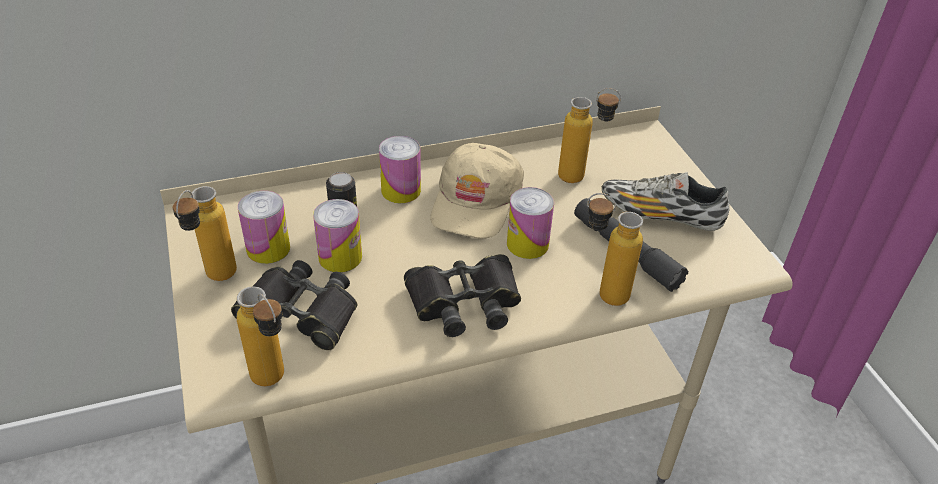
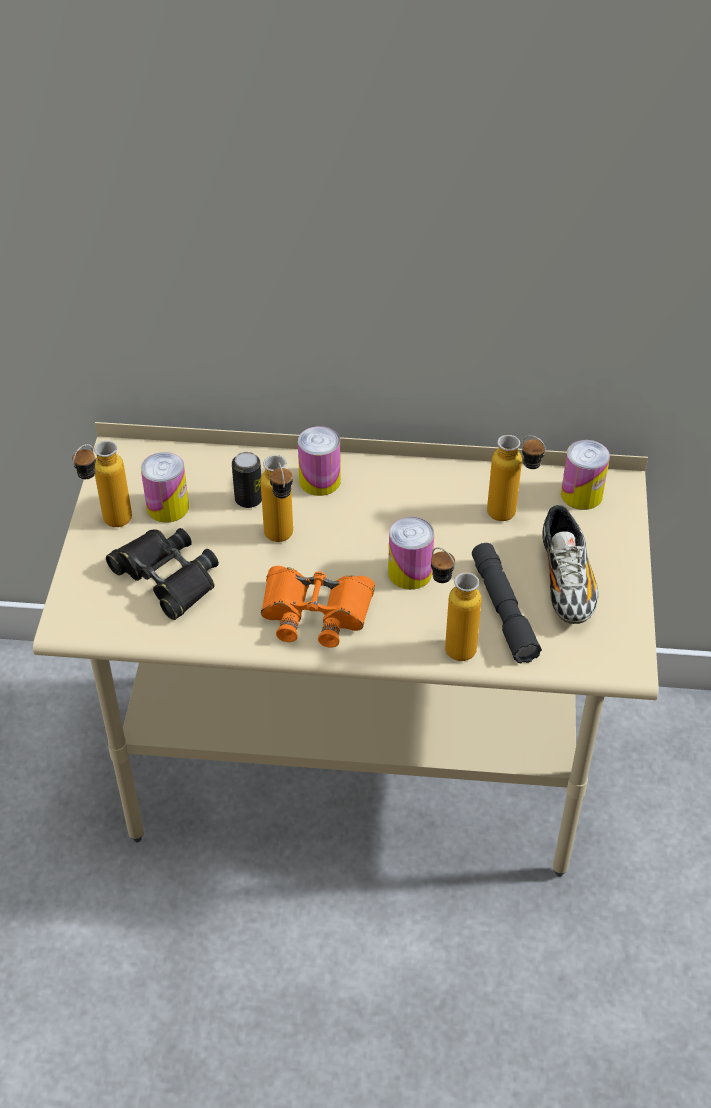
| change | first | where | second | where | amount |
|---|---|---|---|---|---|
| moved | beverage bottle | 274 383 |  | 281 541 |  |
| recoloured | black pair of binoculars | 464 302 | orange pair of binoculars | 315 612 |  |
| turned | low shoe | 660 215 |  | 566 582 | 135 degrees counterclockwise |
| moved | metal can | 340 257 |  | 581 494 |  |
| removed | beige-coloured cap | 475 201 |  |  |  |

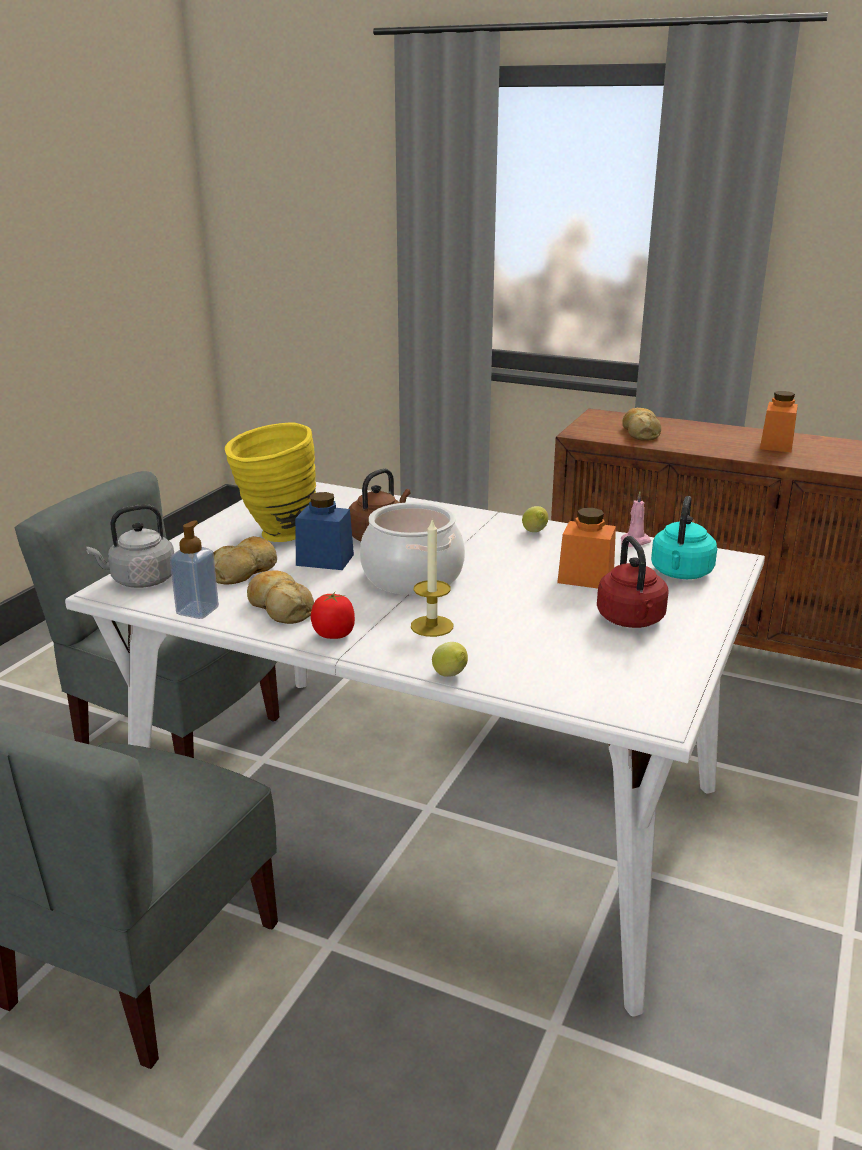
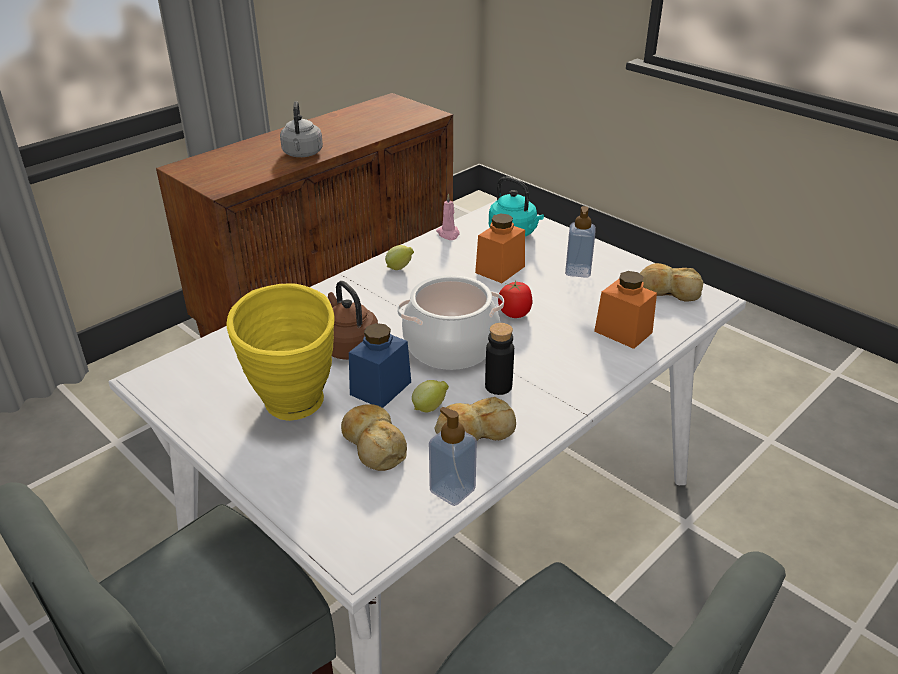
| change | first | where | second | where | amount |
|---|---|---|---|---|---|
| moved | grey water kettle | 140 581 |  | 302 154 |  |
| moved | whole lemon | 451 676 |  | 430 408 |  |
| added |  |  | black beverage bottle | 498 386 |  |
| moved | fresh tomato | 334 635 |  | 515 313 |  |
| replaced | reddish water kettle | 631 620 | liquid soap bottle | 578 271 |  |
| moved | orange preserve jar | 776 445 |  | 623 332 |  |
| moved | baked bread | 640 432 |  | 668 291 |  |
| removed | candle | 432 626 |  |  |  |

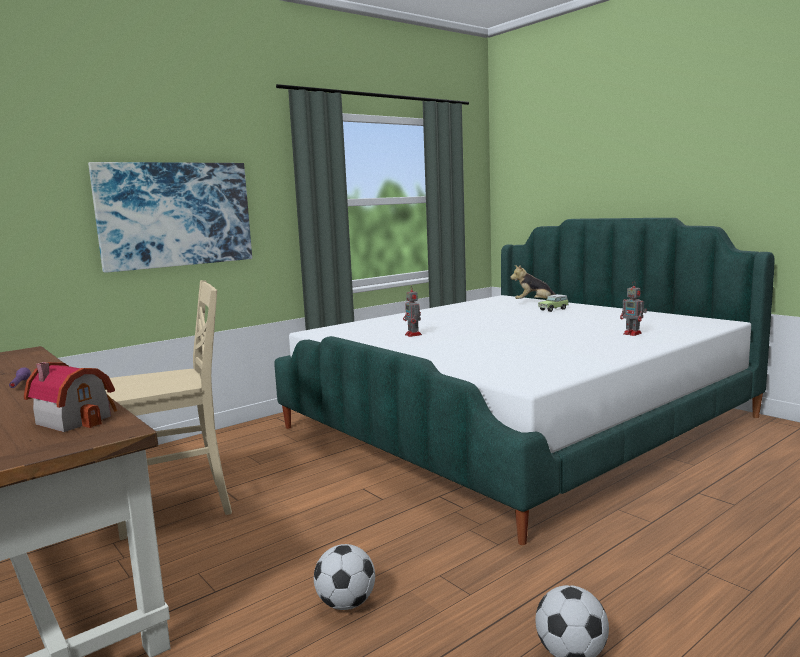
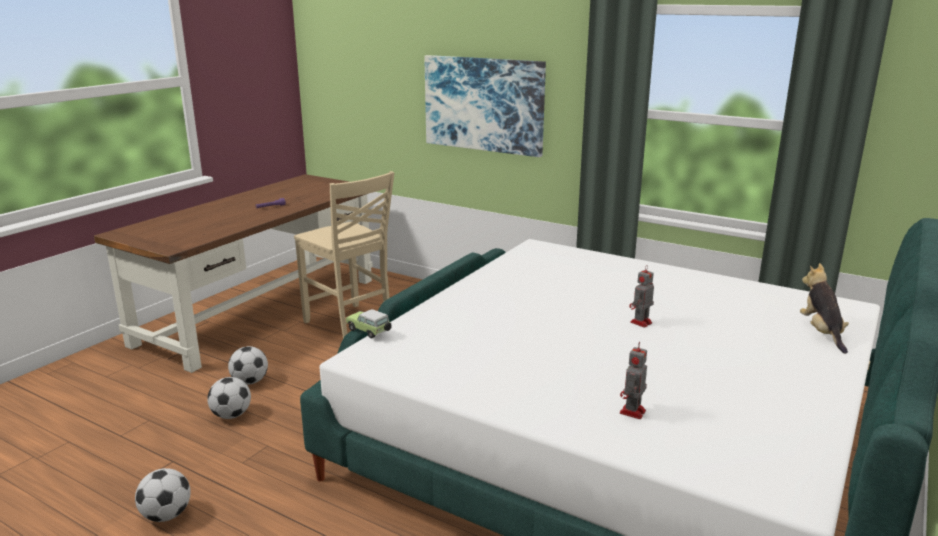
| change | first | where | second | where | amount |
|---|---|---|---|---|---|
| added |  |  | football ball | 250 382 |  |
| moved | toy car | 554 309 |  | 369 331 |  |
| moved | model robot | 413 335 |  | 640 323 |  |
| removed | toy house | 77 418 |  |  |  |

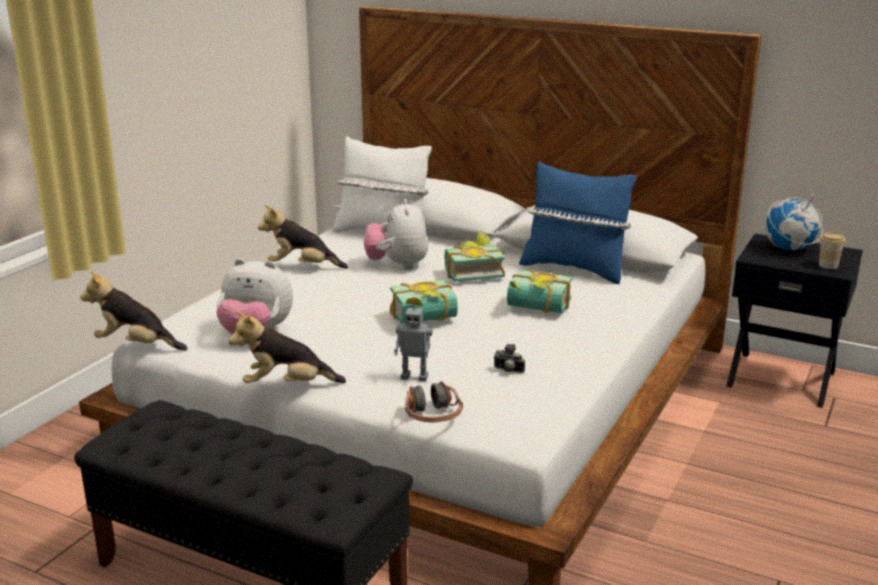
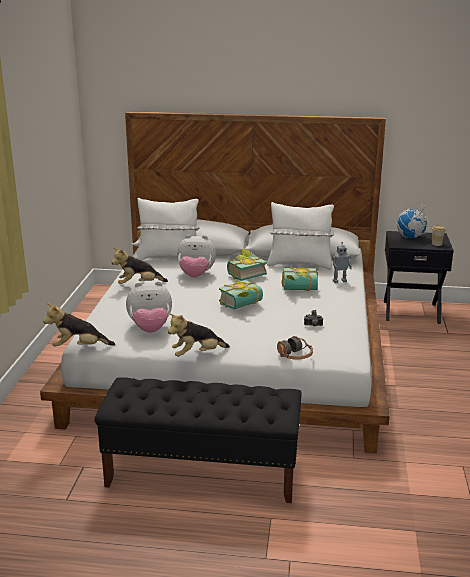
| change | first | where | second | where | amount |
|---|---|---|---|---|---|
| turned | cuddly toy | 397 265 |  | 196 276 | 60 degrees counterclockwise |
| recoloured | bluish cushion | 574 269 | white cushion | 299 264 |  |
| moved | model robot | 415 376 |  | 339 281 |  |

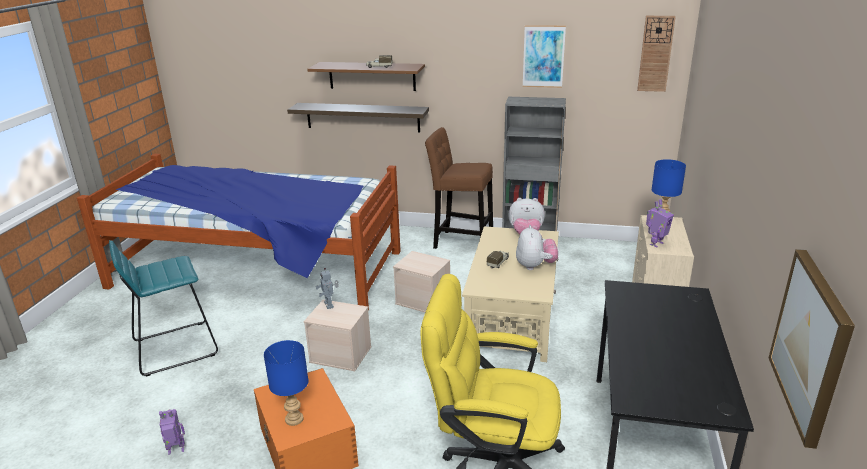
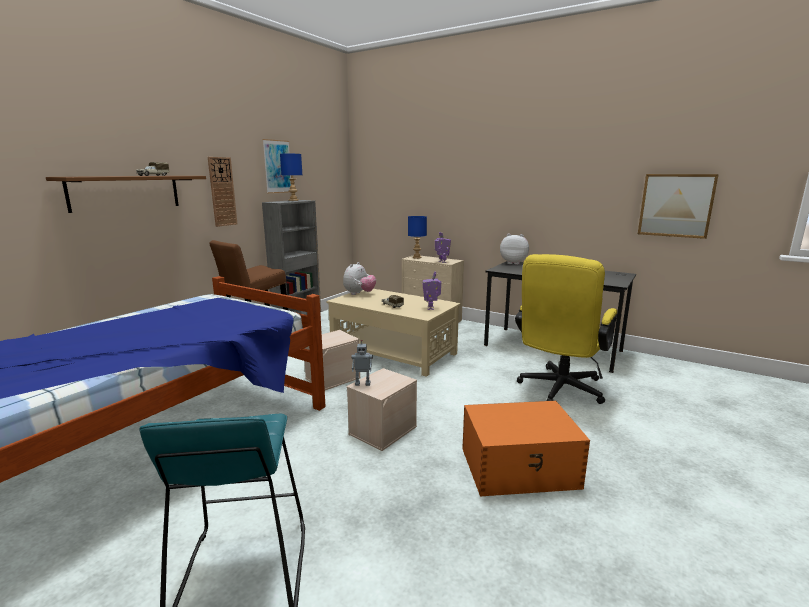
| change | first | where | second | where | amount |
|---|---|---|---|---|---|
| moved | hanging clock | 655 54 |  | 222 191 |  |
| moved | bluish lamp for a table | 293 419 |  | 293 200 |  |
| moved | model robot | 176 450 |  | 431 308 |  |
| moved | cuddly toy | 535 266 |  | 514 263 |  |
| removed | shelf | 362 117 |  |  |  |

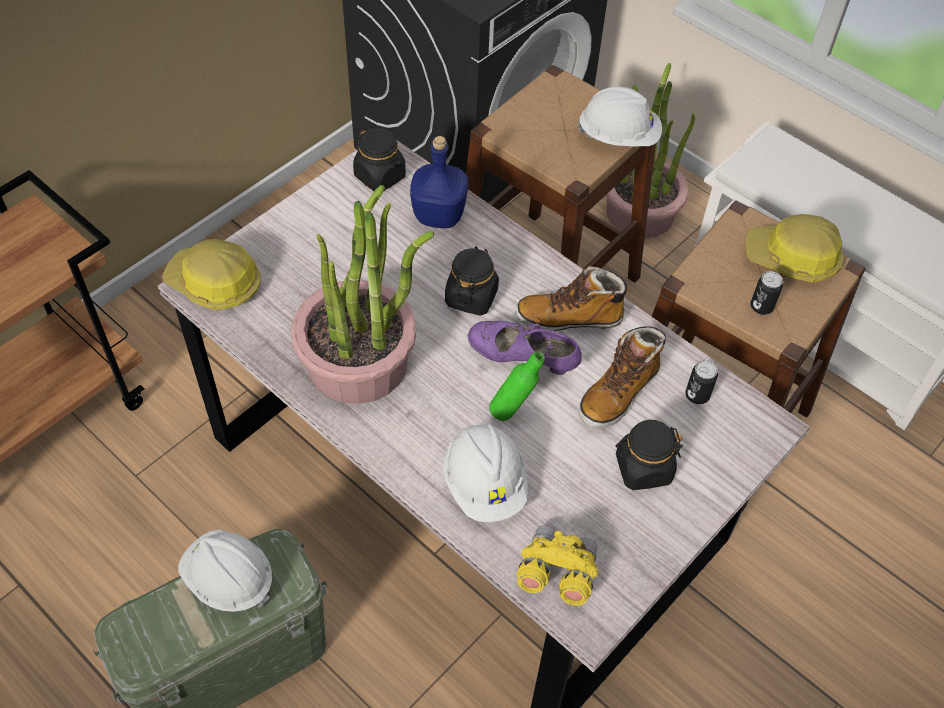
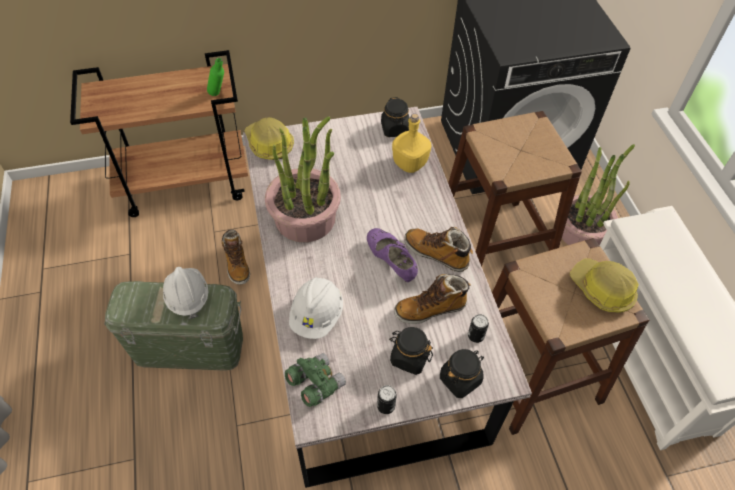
| change | first | where | second | where | amount |
|---|---|---|---|---|---|
| moved | greenish beverage bottle | 513 412 |  | 219 95 |  |
| added |  |  | high-top boot | 237 265 |  |
| recoloured | yellow-coloured pair of binoculars | 556 573 | greenish pair of binoculars | 315 384 |  |
| moved | metal can | 761 307 |  | 386 406 |  |
| recoloured | bluish beverage bottle | 440 215 | yellow-coloured beverage bottle | 410 164 |  |
| moved | black preserve jar | 471 297 |  | 460 379 |  |
| removed | white hard hat | 618 137 |  |  |  |

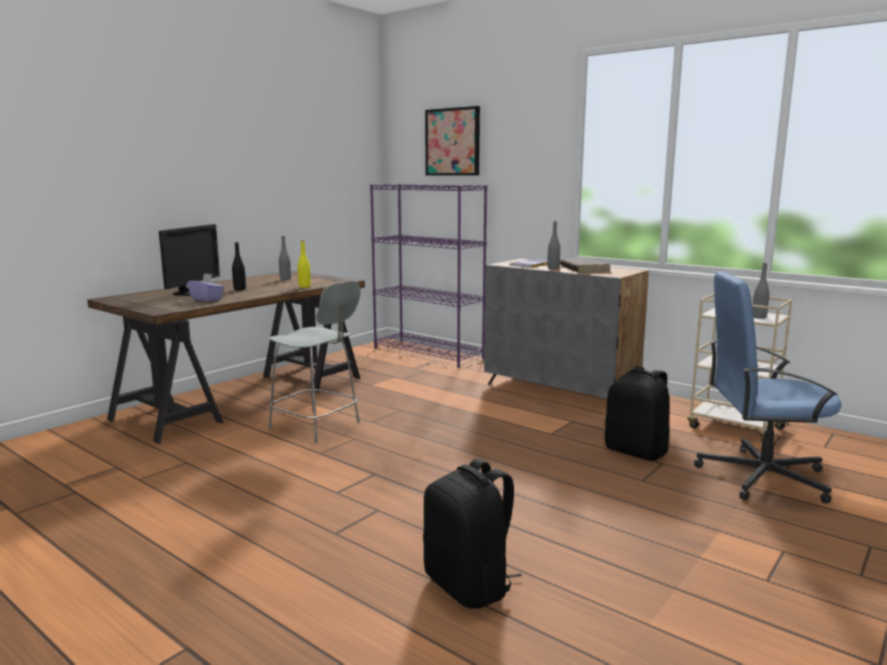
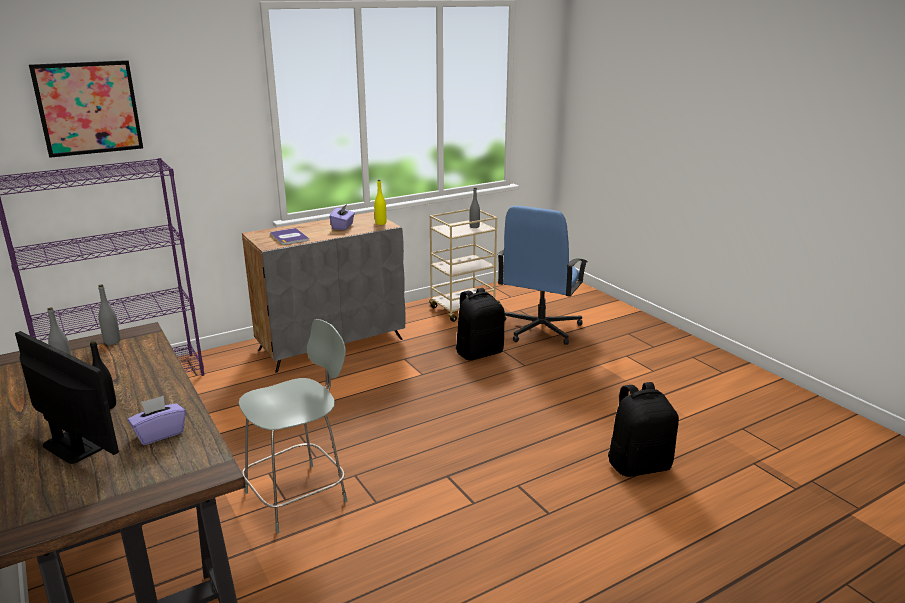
| change | first | where | second | where | amount |
|---|---|---|---|---|---|
| moved | grey beverage bottle | 553 268 |  | 112 342 |  |
| replaced | brown-coloured book | 584 269 | purple-coloured box of tissues | 343 226 |  |
| moved | yellow-coloured beverage bottle | 304 286 |  | 380 223 |  |

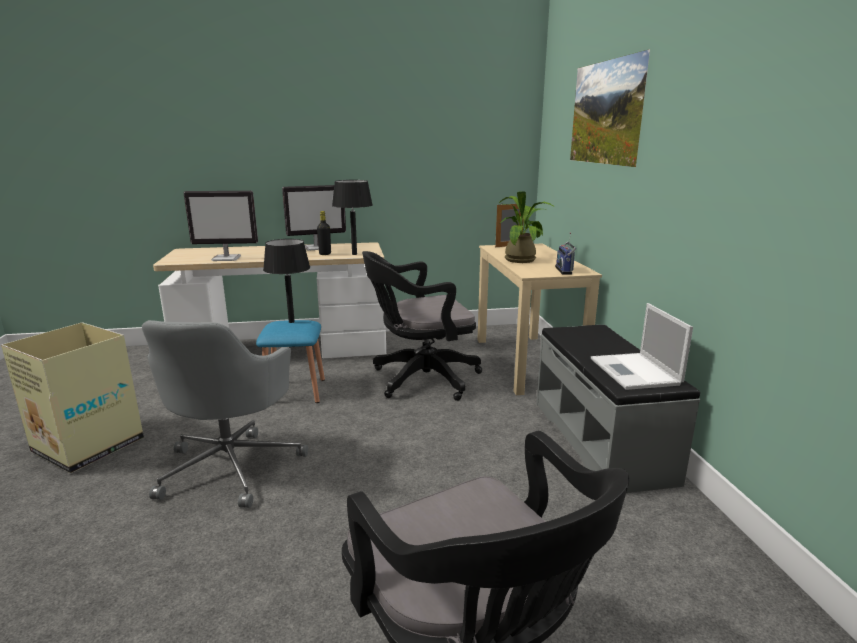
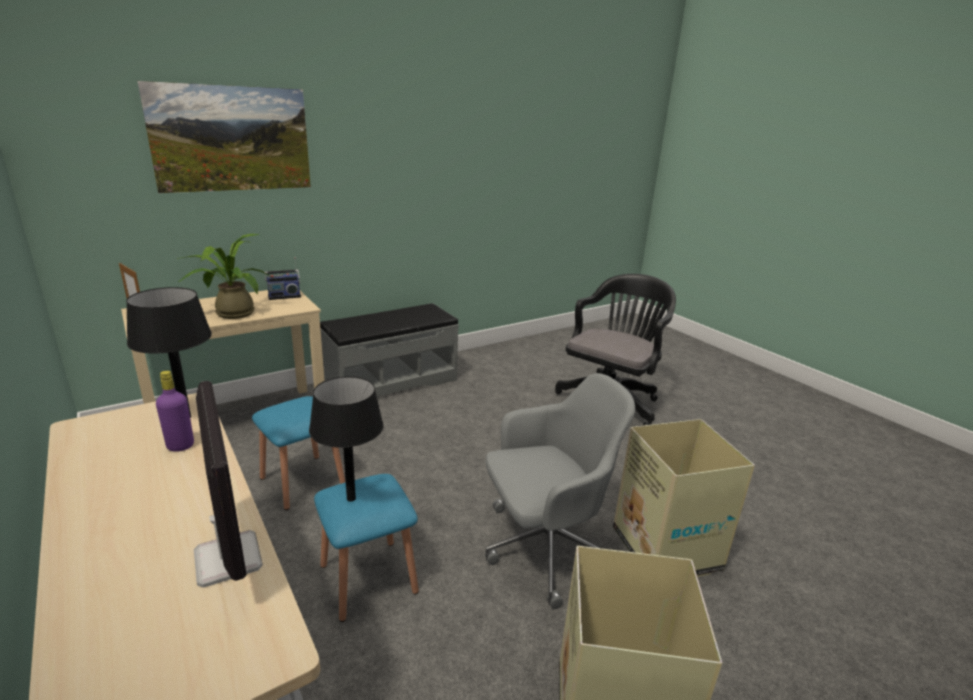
| change | first | where | second | where | amount |
|---|---|---|---|---|---|
| recoloured | black beverage bottle | 325 254 | purple-coloured beverage bottle | 180 446 |  |
| replaced | black computer chair | 420 379 | bluish stool | 302 481 |  |
| added |  |  | cardboard box | 666 550 |  |
| removed | monitor | 317 248 |  |  |  |
| removed | notebook computer | 635 372 |  |  |  |

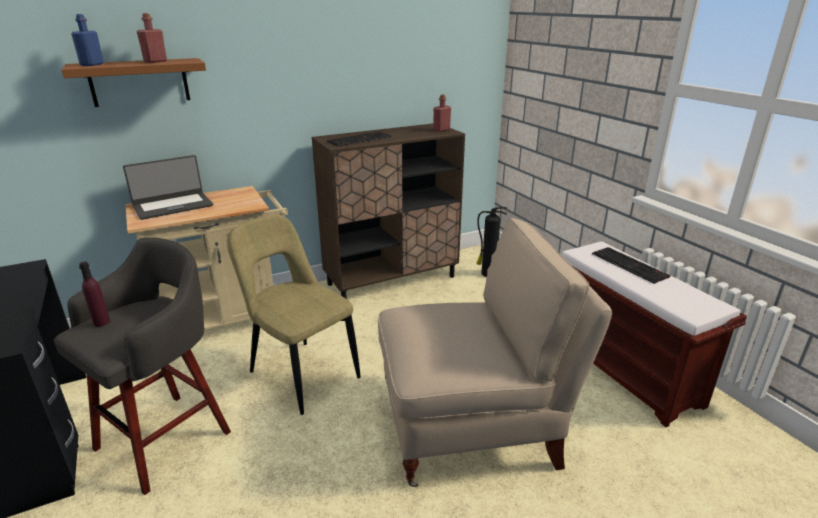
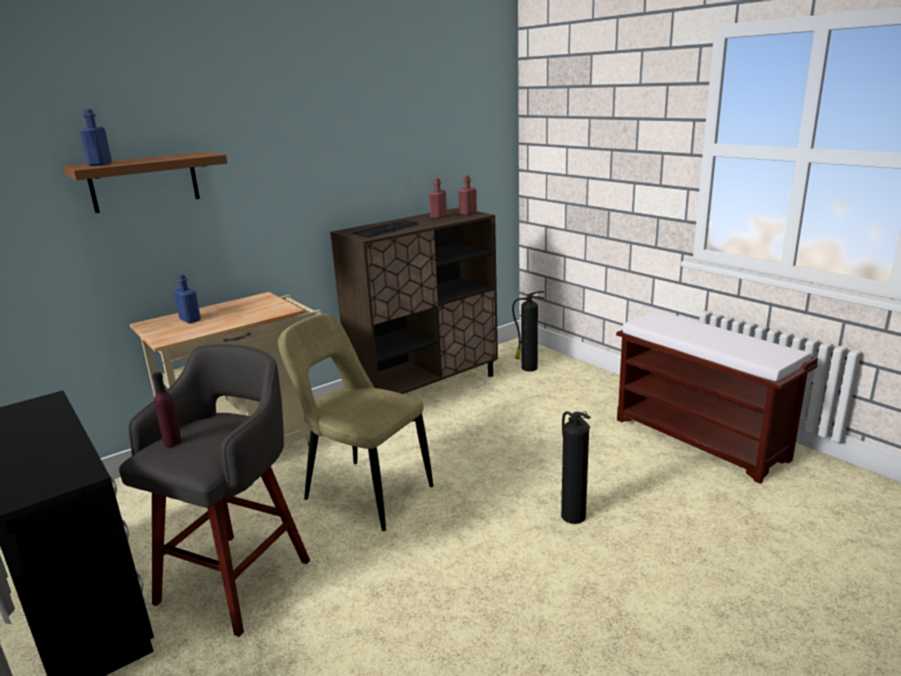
| change | first | where | second | where | amount |
|---|---|---|---|---|---|
| replaced | notebook computer | 173 206 | bluish beverage bottle | 190 320 |  |
| moved | reddish beverage bottle | 155 61 |  | 438 217 |  |
| replaced | beige-coloured upright chair | 472 429 | fire extinguisher | 572 515 |  |
| removed | PC keyboard | 630 265 |  |  |  |

